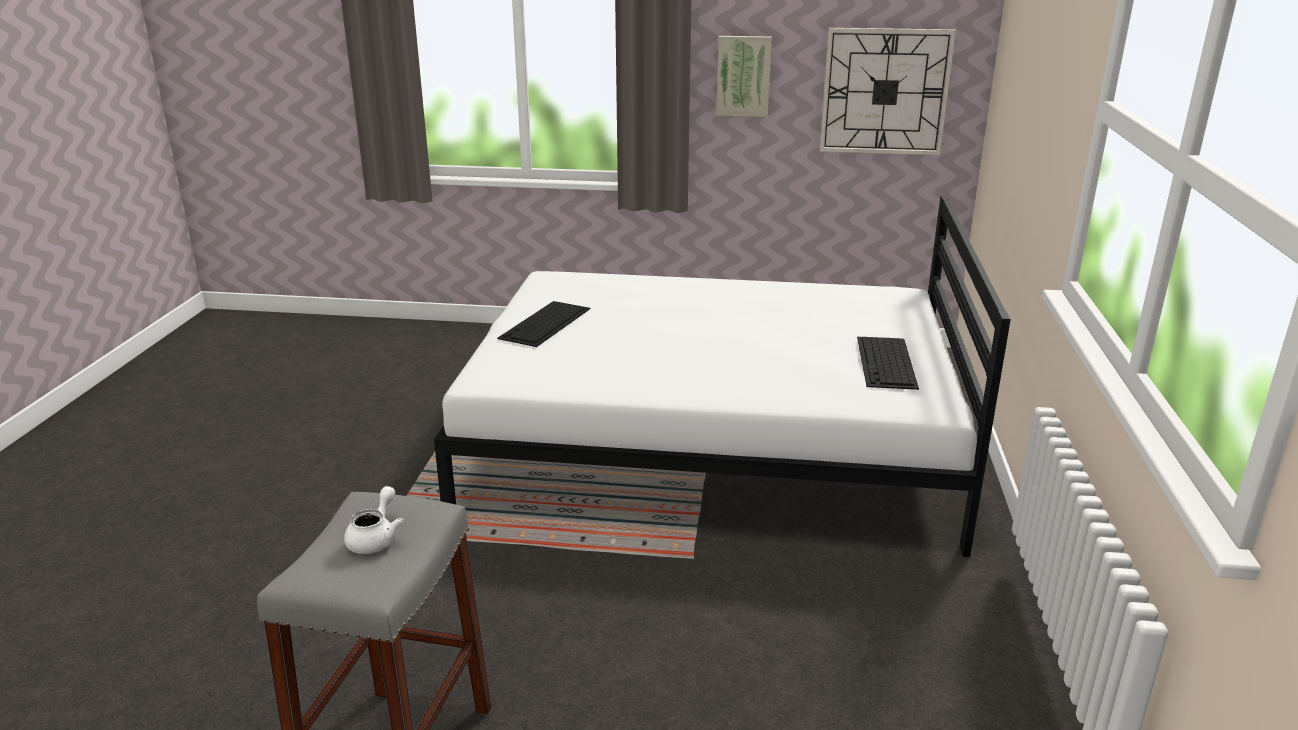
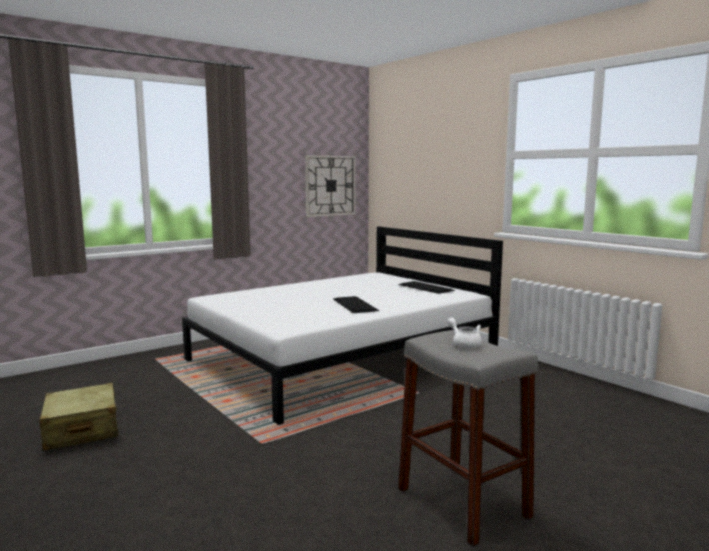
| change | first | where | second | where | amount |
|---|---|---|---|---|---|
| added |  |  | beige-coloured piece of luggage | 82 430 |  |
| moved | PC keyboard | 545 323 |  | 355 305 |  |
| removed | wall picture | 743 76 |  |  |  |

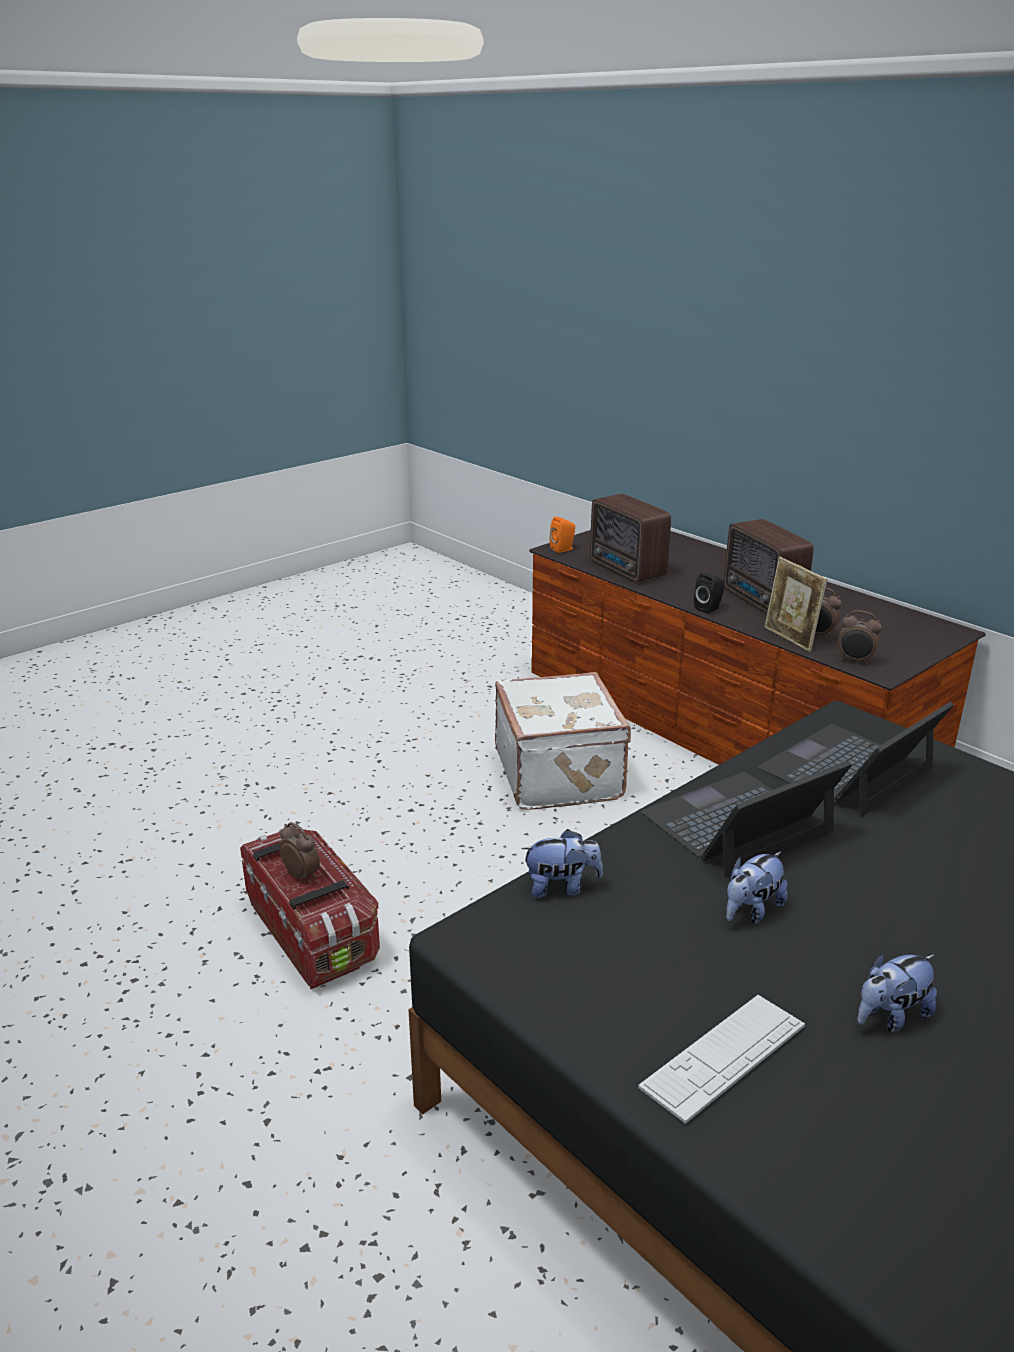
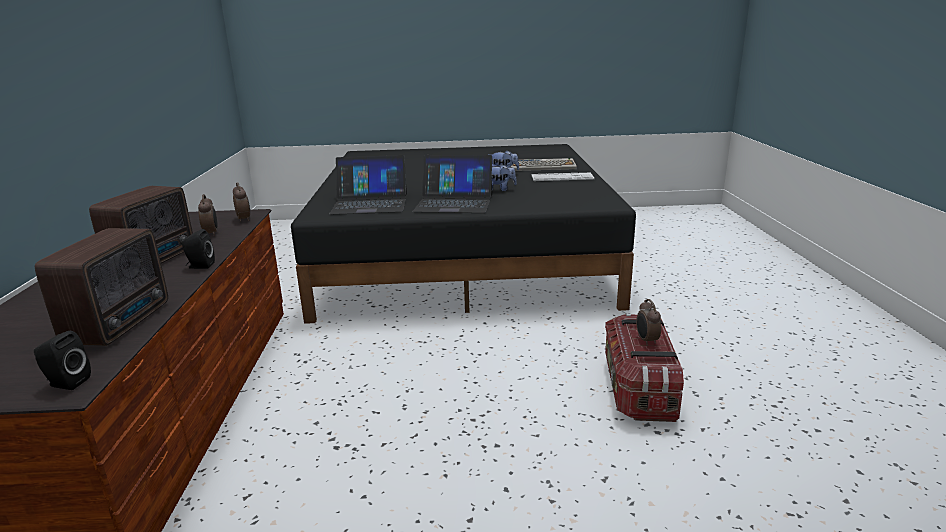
| change | first | where | second | where | amount |
|---|---|---|---|---|---|
| recoloured | orange speaker | 563 549 | black speaker | 66 383 |  |
| added |  |  | PC keyboard | 542 166 |  |
| removed | white piece of luggage | 560 774 |  |  |  |
| removed | cuddly toy | 561 887 |  |  |  |
| removed | photo frame | 789 639 |  |  |  |

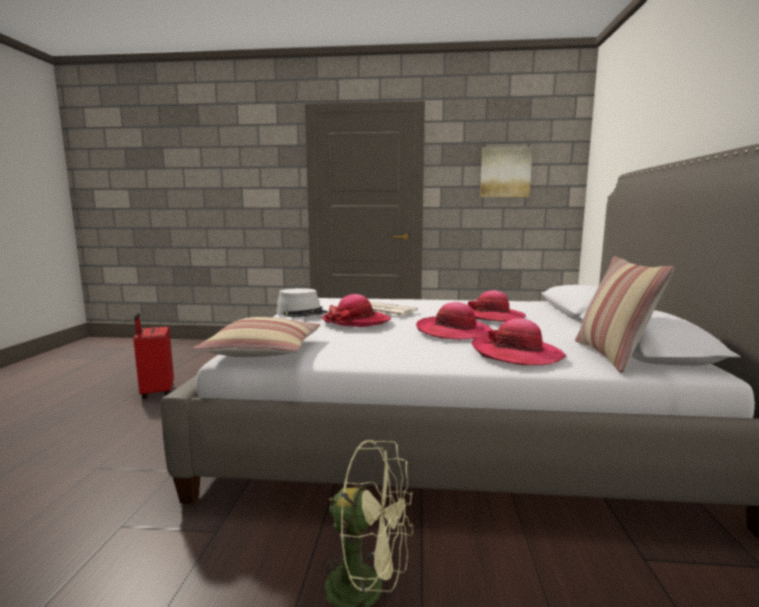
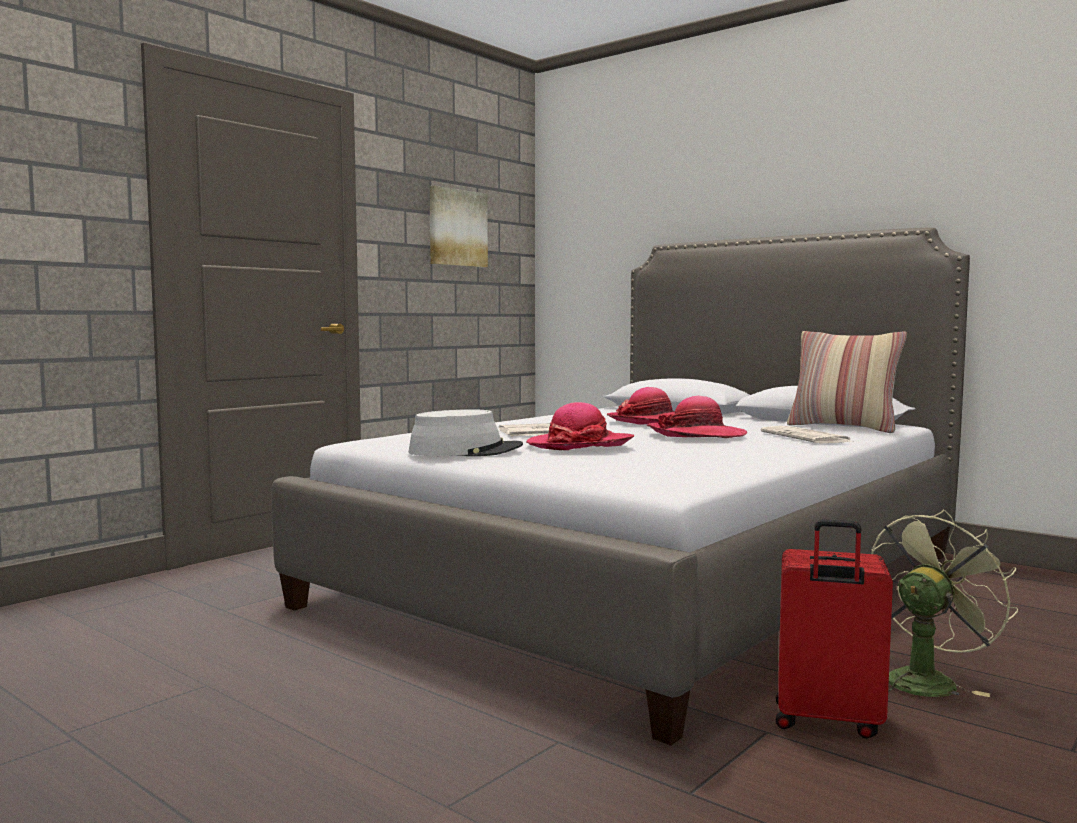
| change | first | where | second | where | amount |
|---|---|---|---|---|---|
| replaced | clothing hat | 516 354 | daily paper | 806 437 |  |
| moved | reddish piece of luggage | 156 392 |  | 827 722 |  |
| removed | cushion | 263 351 |  |  |  |

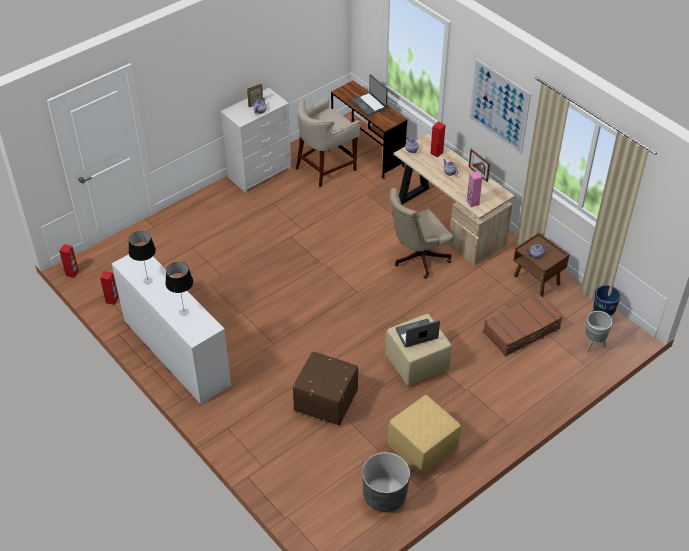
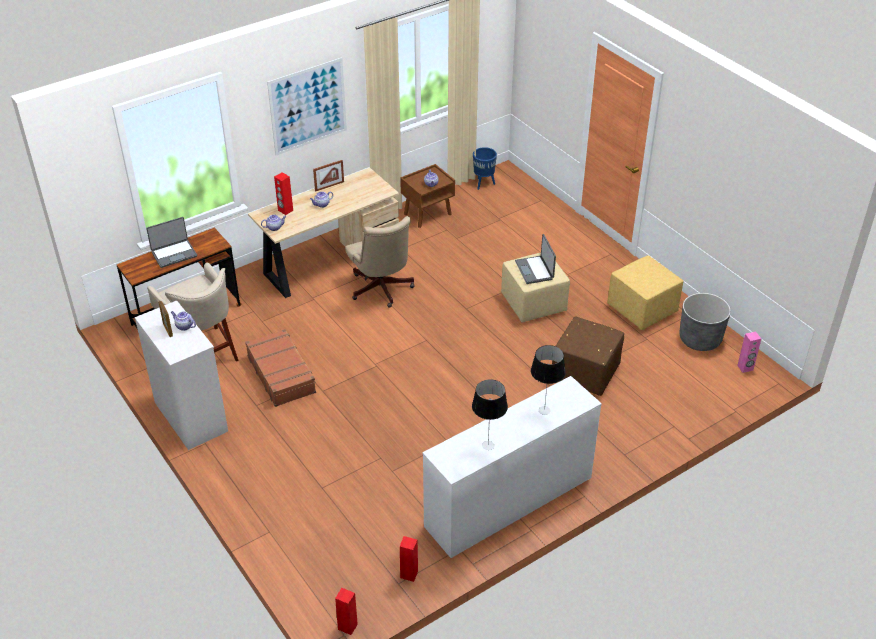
| change | first | where | second | where | amount |
|---|---|---|---|---|---|
| moved | brown-coloured piece of luggage | 522 331 |  | 281 374 |  |
| moved | pink-coloured speaker | 472 203 |  | 745 368 |  |
| removed | grey plant pot | 593 345 |  |  |  |

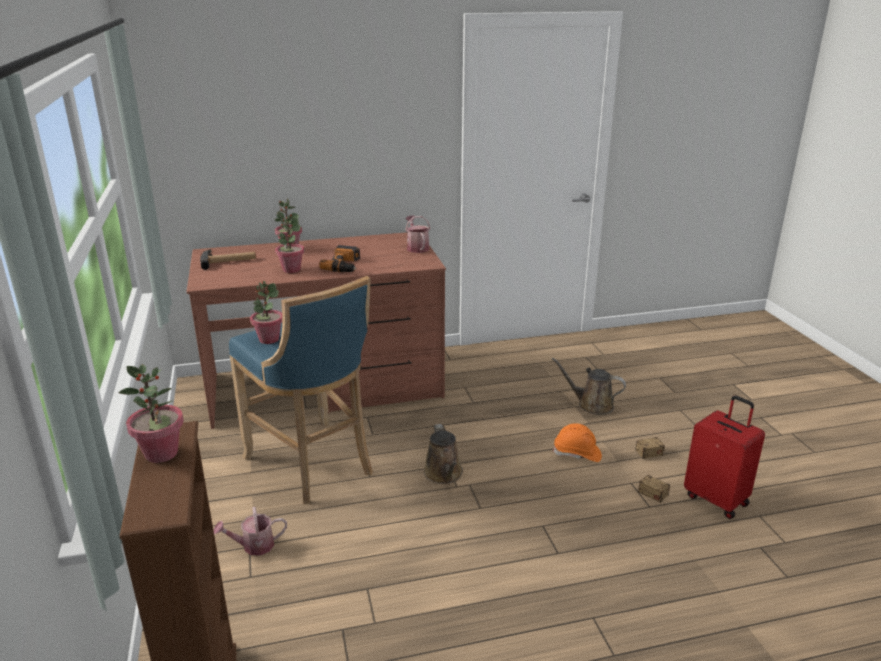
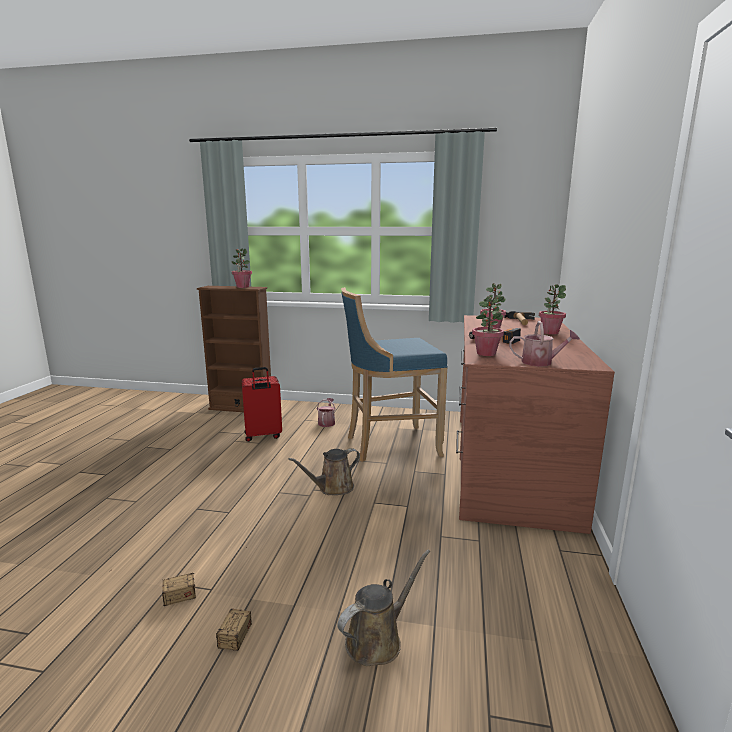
| change | first | where | second | where | amount |
|---|---|---|---|---|---|
| moved | reddish piece of luggage | 717 499 |  | 263 436 |  |
| turned | brown-coloured watering pot | 444 474 |  | 333 488 | 45 degrees counterclockwise |
| moved | houseplant | 269 339 |  | 486 353 |  |
| removed | orange hard hat | 577 454 |  |  |  |

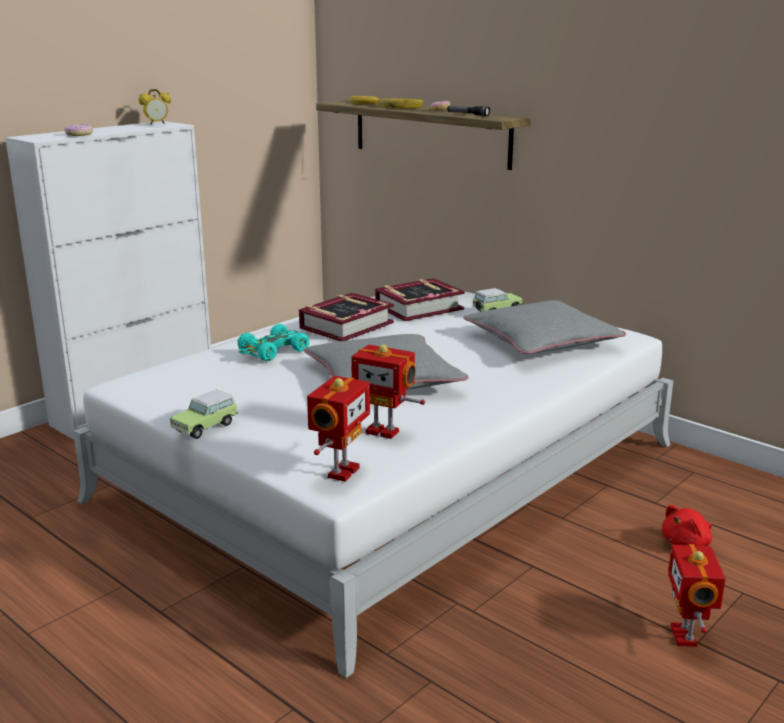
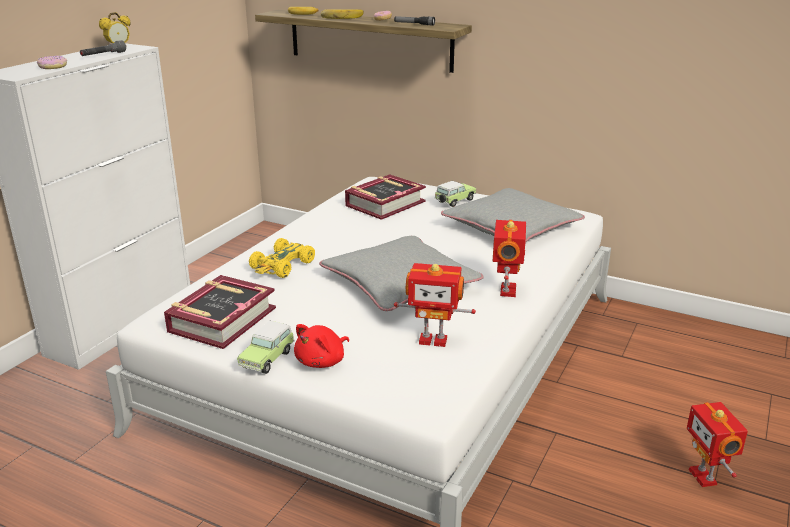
| change | first | where | second | where | amount |
|---|---|---|---|---|---|
| added |  |  | grey flashlight | 103 55 |  |
| moved | book | 346 325 |  | 222 320 |  |
| recoloured | blue-green toy car | 273 351 | yellow-coloured toy car | 282 266 |  |
| moved | reddish cuddly toy | 687 543 |  | 322 361 |  |
| moved | model robot | 341 472 |  | 506 290 |  |

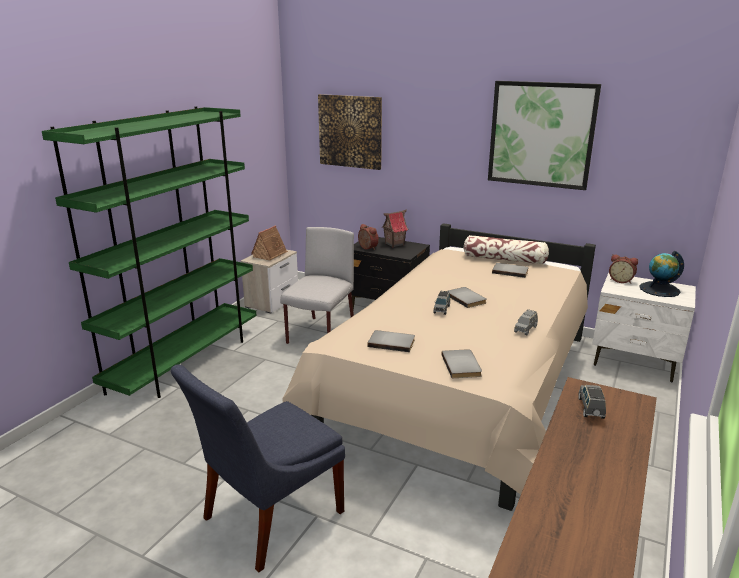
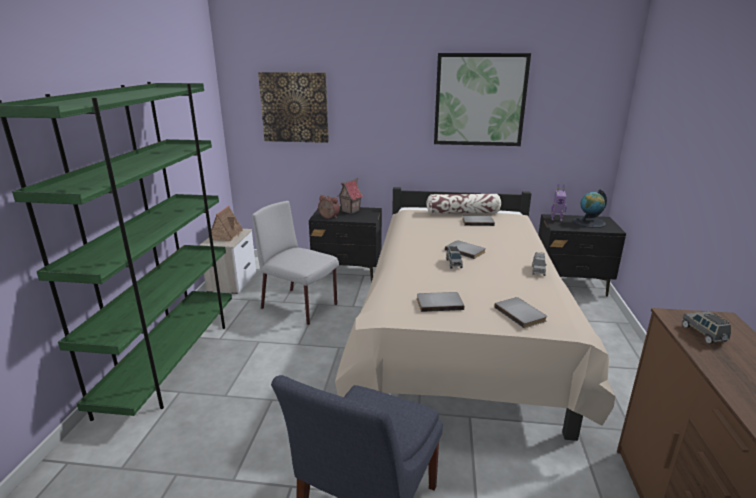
| change | first | where | second | where | amount |
|---|---|---|---|---|---|
| turned | grey upright chair | 320 335 |  | 300 307 | 60 degrees counterclockwise |
| recoloured | white nightstand | 635 362 | black nightstand | 571 285 |  |
| replaced | bedside clock | 621 280 | model robot | 556 219 |  |

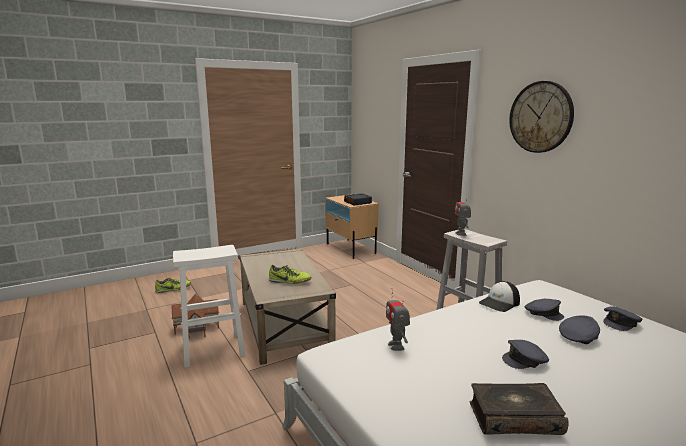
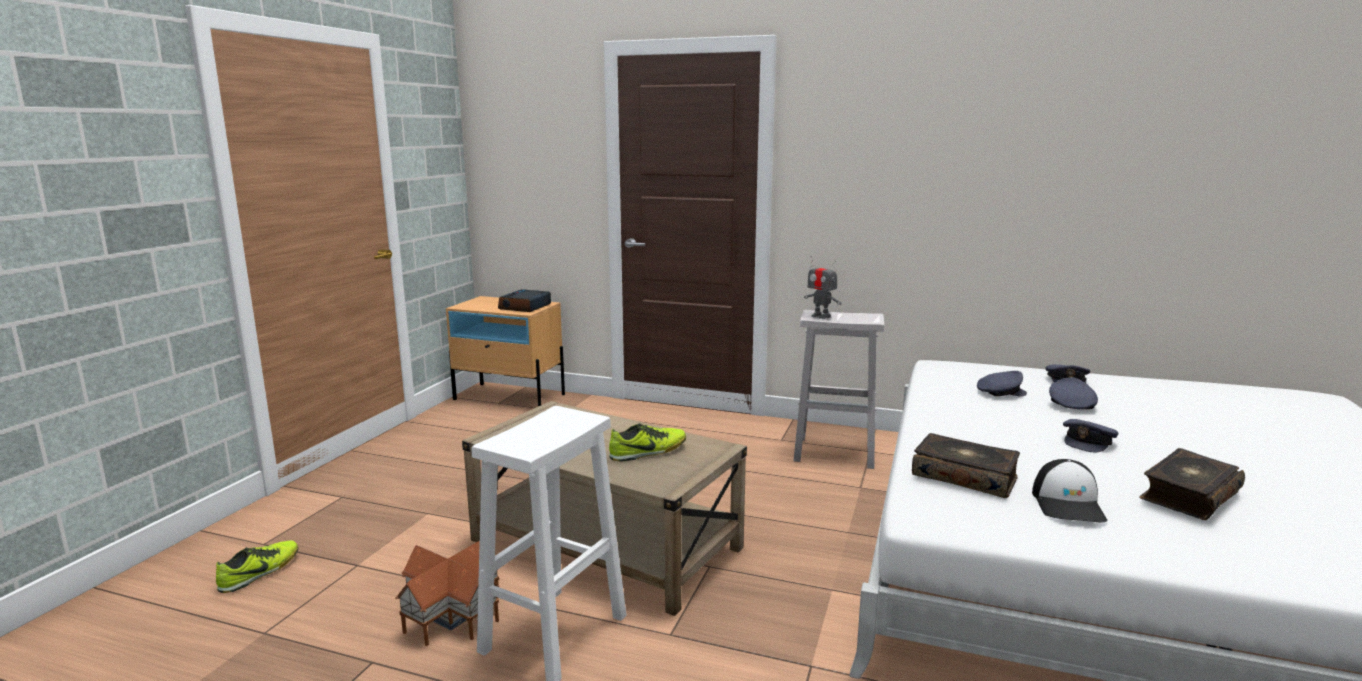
| change | first | where | second | where | amount |
|---|---|---|---|---|---|
| replaced | model robot | 396 346 | book | 964 476 |  |
| moved | cap | 500 303 |  | 1068 504 |  |
| removed | hanging clock | 540 117 |  |  |  |

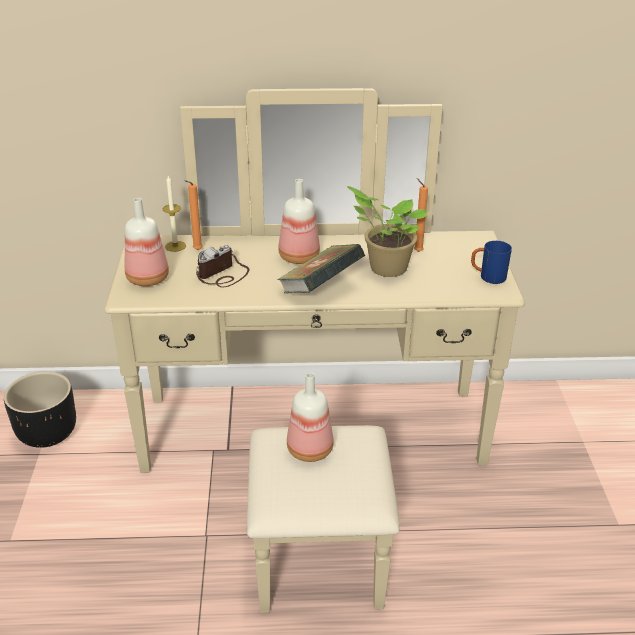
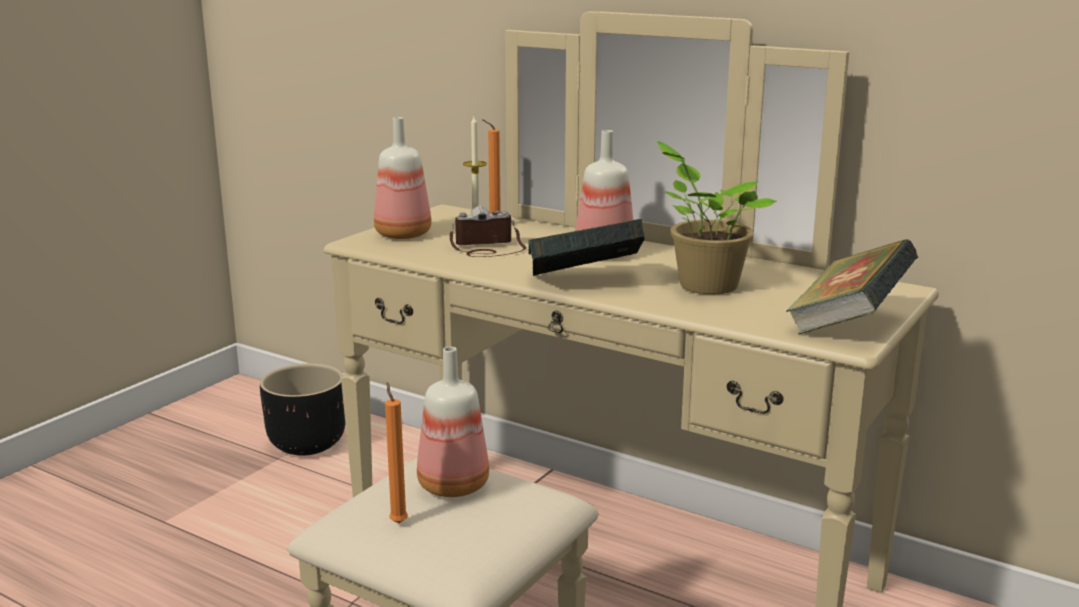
| change | first | where | second | where | amount |
|---|---|---|---|---|---|
| moved | orange candle | 416 251 |  | 398 521 |  |
| replaced | bluish mug | 487 277 | book | 848 324 |  |

